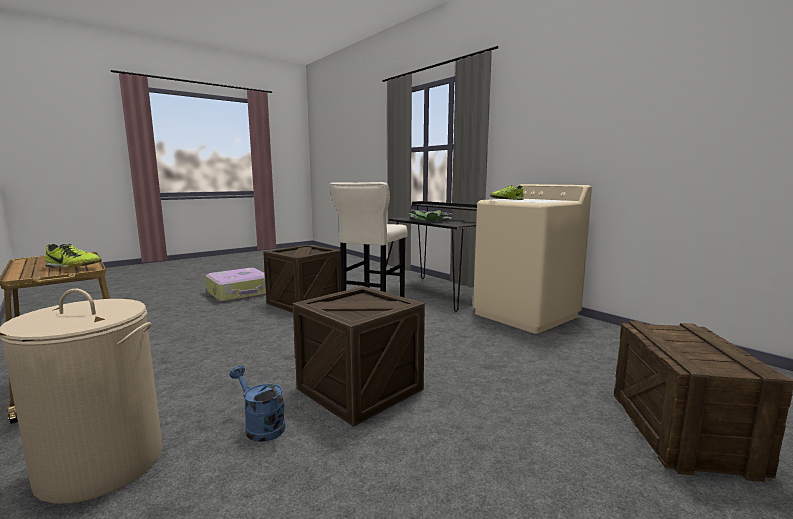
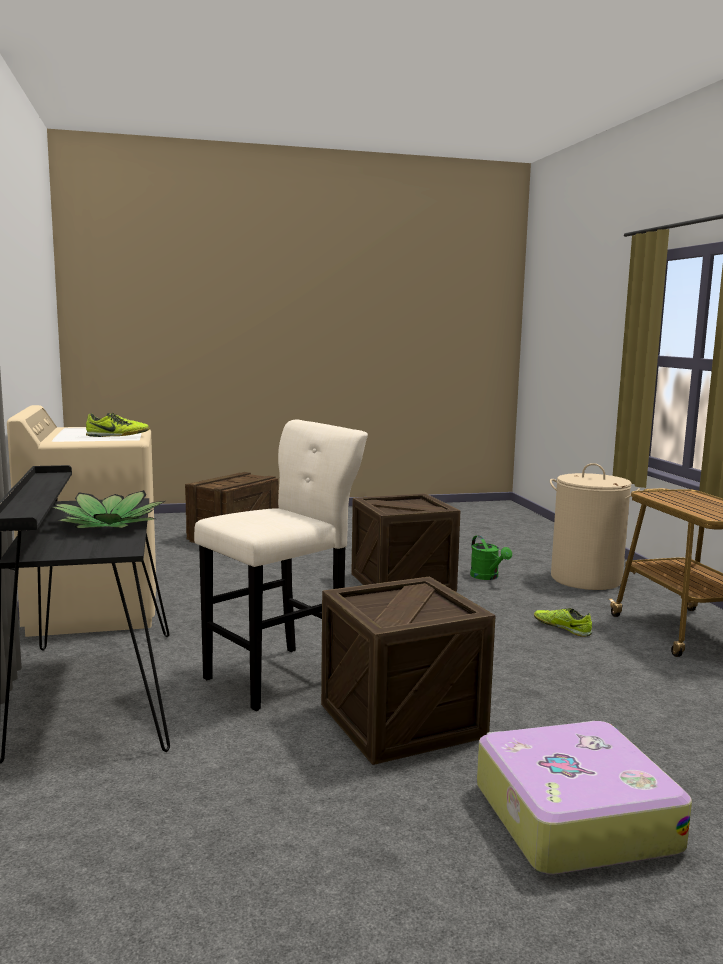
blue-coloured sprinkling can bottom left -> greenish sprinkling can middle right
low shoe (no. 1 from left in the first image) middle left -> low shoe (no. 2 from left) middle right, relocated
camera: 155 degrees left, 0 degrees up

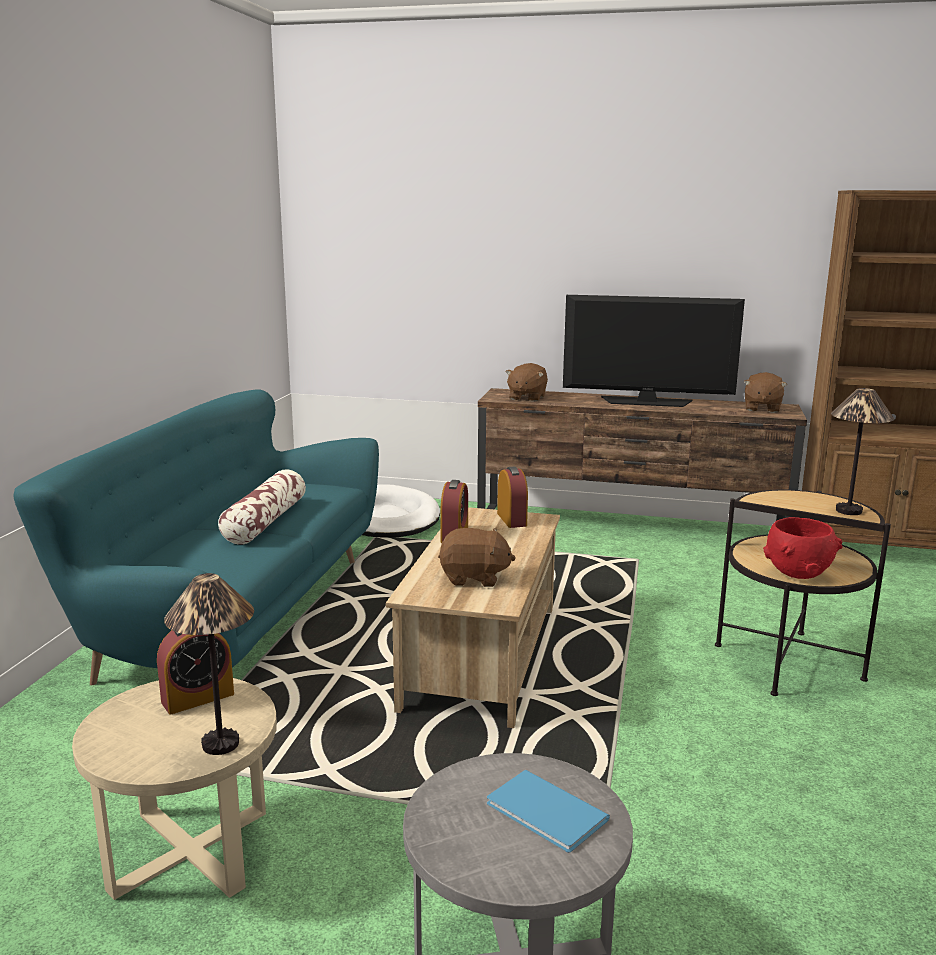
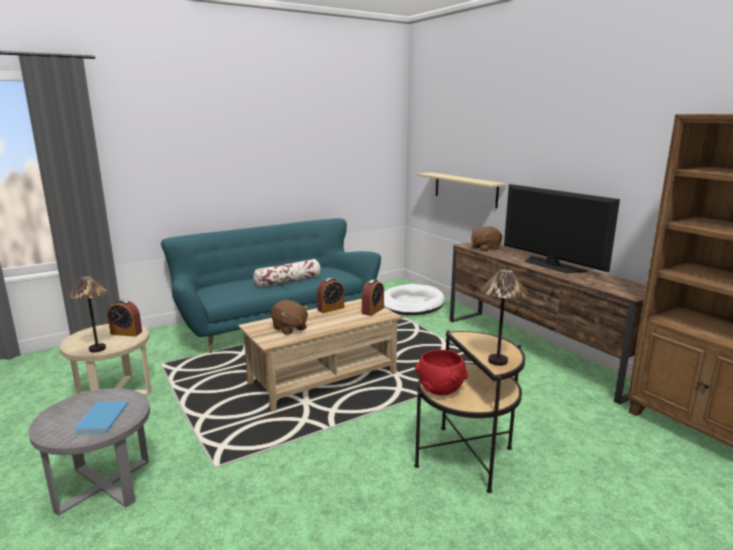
none -> beige-coloured wall shelf centre
brown soft toy (no. 3 from left) middle right -> none
camera: 45 degrees right, 0 degrees up

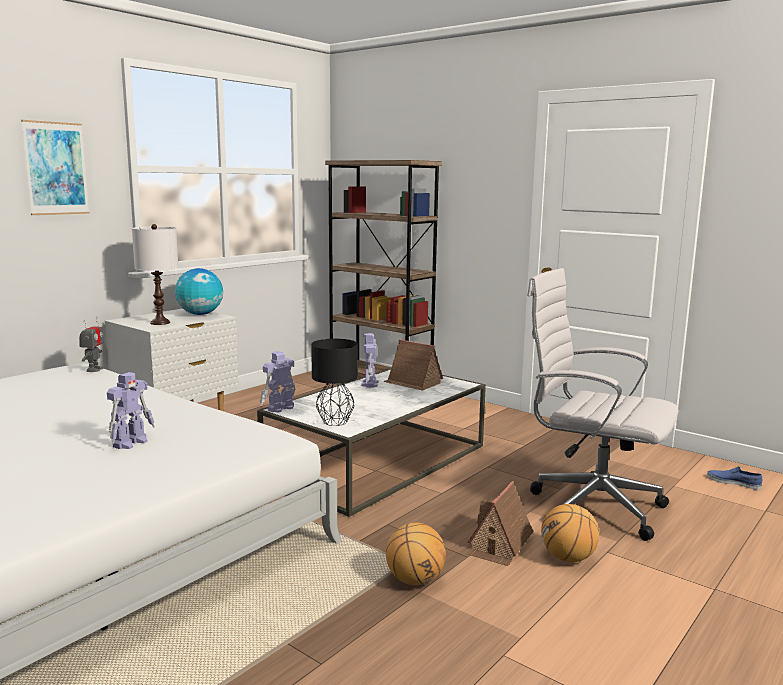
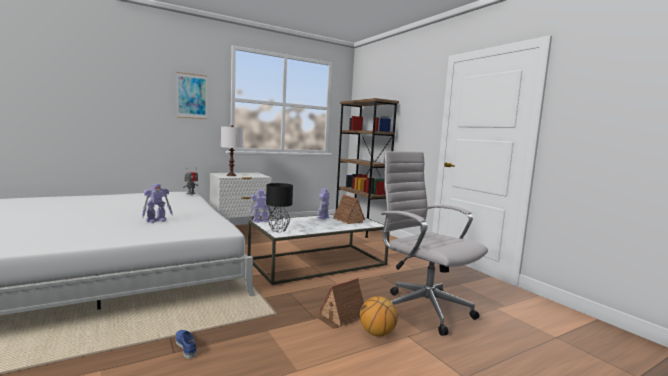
blue-coloured low shoe bottom right -> blue-coloured low shoe bottom left, relocated
desk globe middle left -> none
ball for basketball (no. 1 from left) bottom centre -> none
camera: 20 degrees right, 5 degrees down

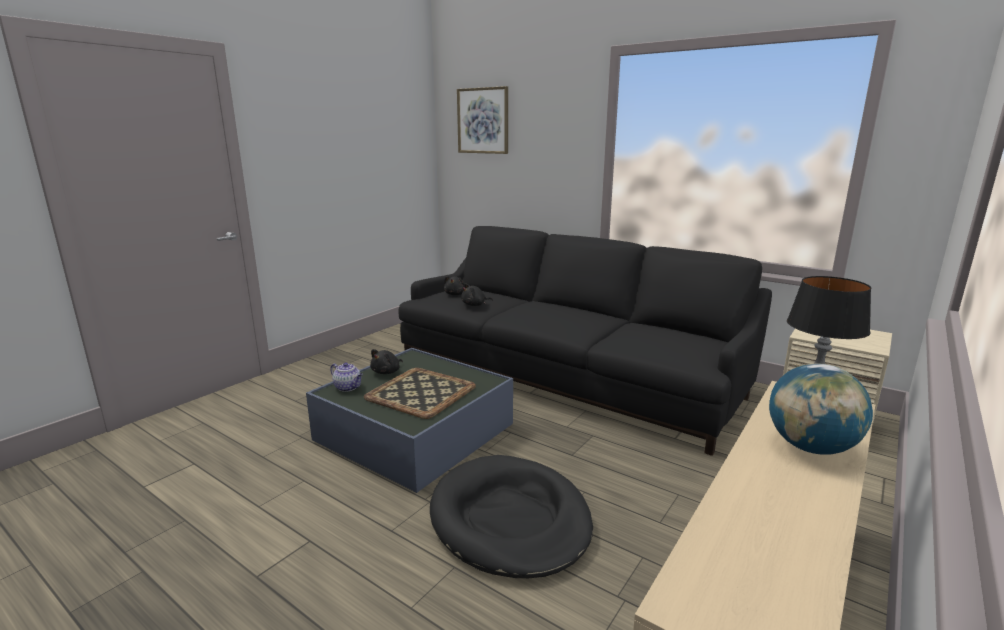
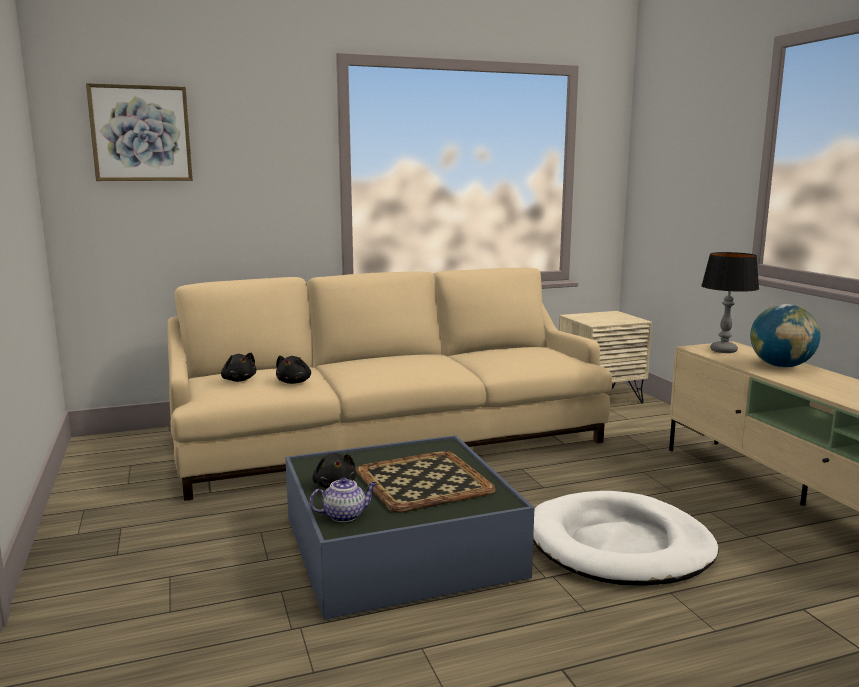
black couch centre -> beige-coloured couch centre
black pet bed bottom centre -> white pet bed bottom right
camera: 55 degrees left, 5 degrees down

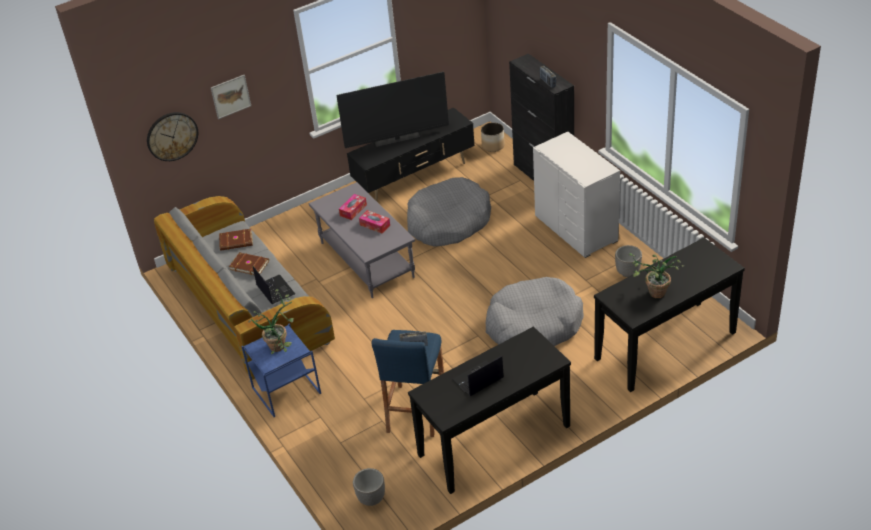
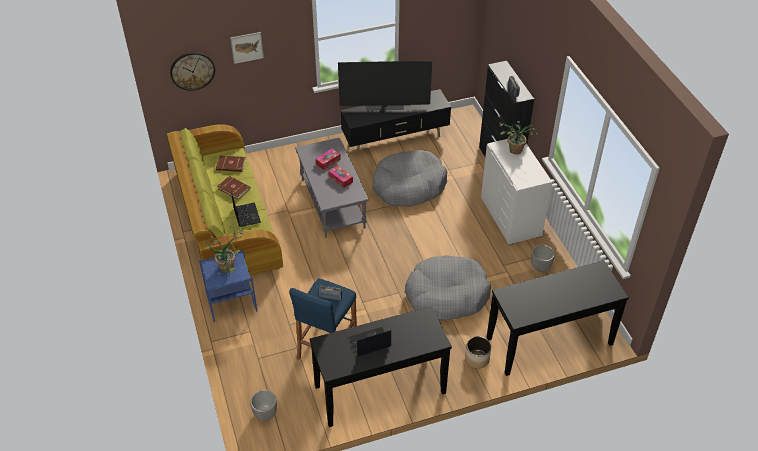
grey couch middle left -> greenish couch middle left
planter (no. 2 from left) top centre -> planter (no. 2 from left) bottom centre, relocated
plant in a pot (no. 2 from left) middle right -> plant in a pot (no. 2 from left) top right, relocated
camera: 10 degrees right, 5 degrees up

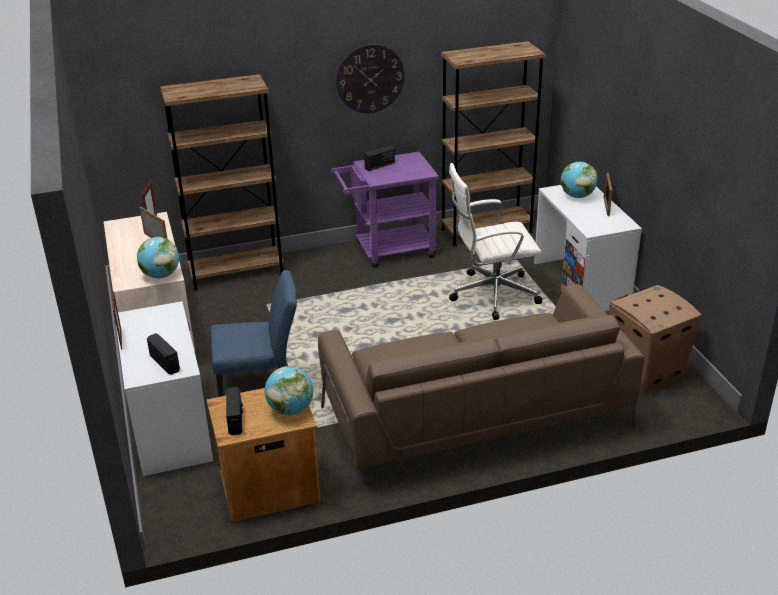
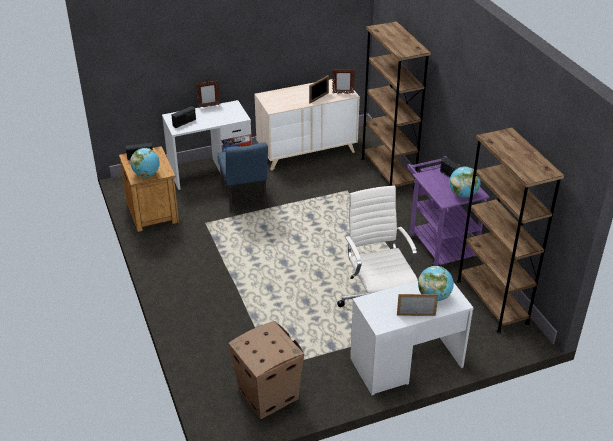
desk globe (no. 1 from left in the first image) middle left -> desk globe (no. 3 from left) middle right, relocated
brown couch centre -> none
wall clock top centre -> none
camera: 85 degrees right, 5 degrees up

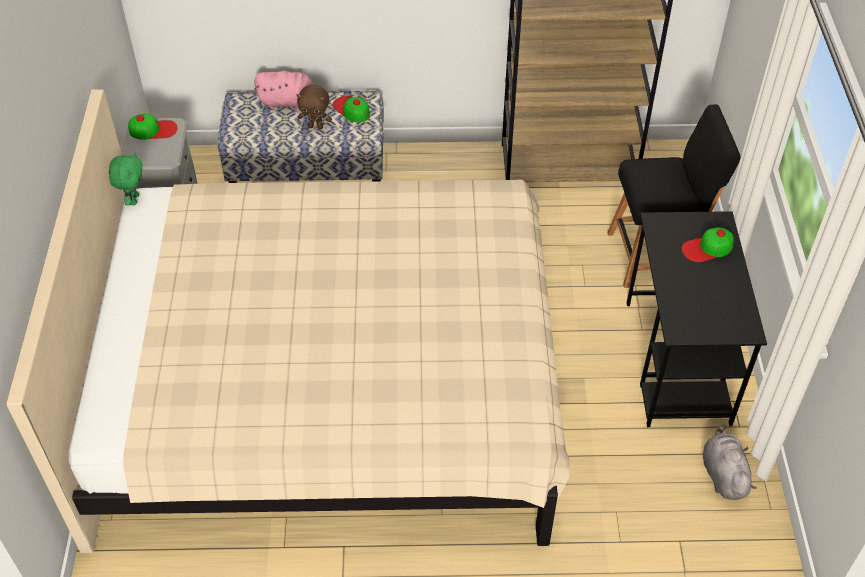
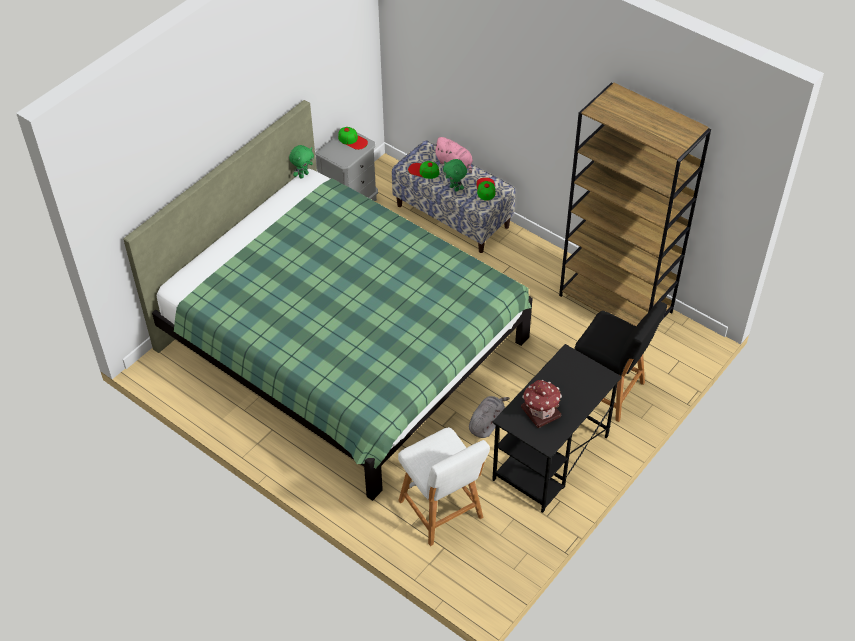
beige-coloured bedroom bed middle left -> greenish bedroom bed centre
none -> white sitting stool bottom centre
baseball cap (no. 3 from left in the first image) middle right -> baseball cap (no. 2 from left) top centre, relocated
brown soft toy top centre -> greenish soft toy (no. 2 from left) top centre
grey soft toy bottom right -> grey soft toy centre, relocated
none -> toy house centre
camera: 40 degrees right, 0 degrees up

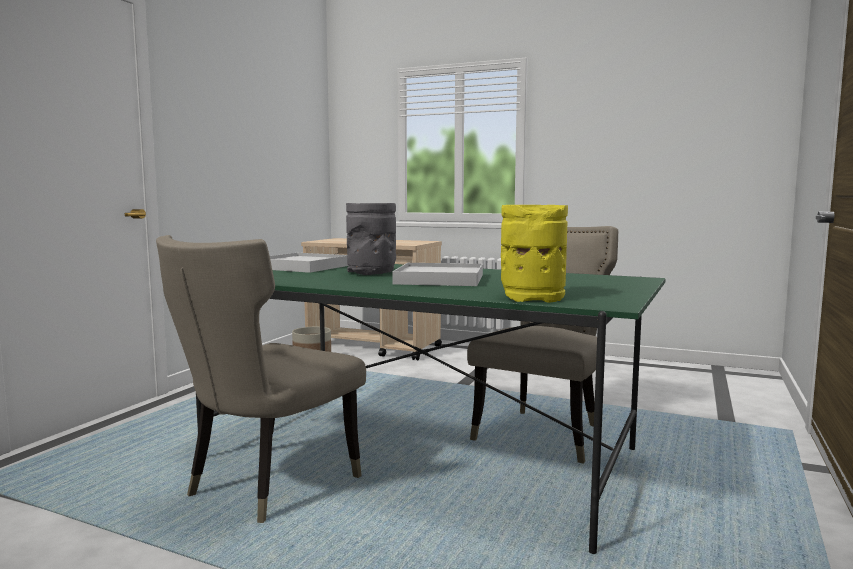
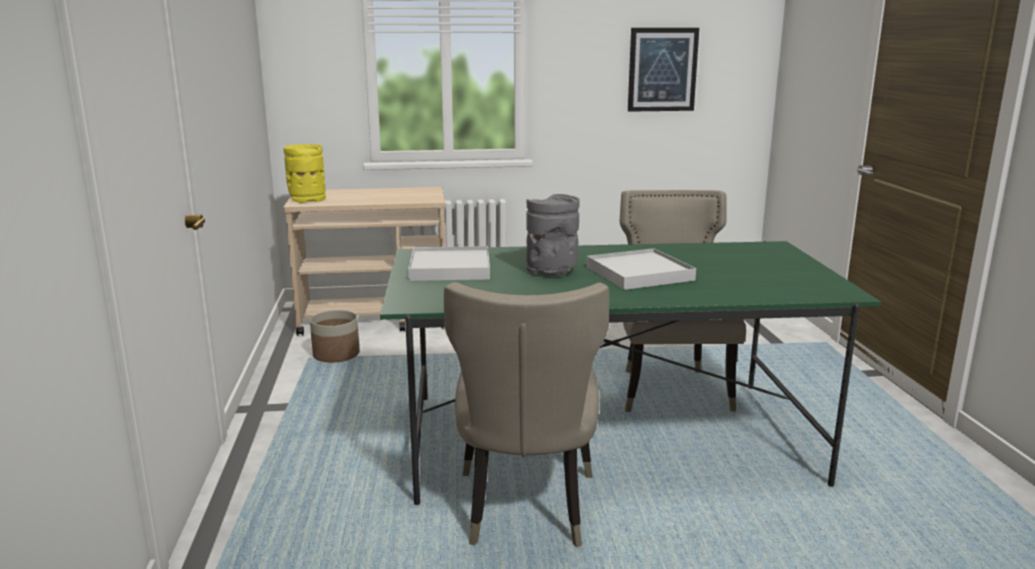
yellowish vase centre -> yellowish vase top left, relocated
none -> picture top centre
camera: 30 degrees left, 10 degrees up

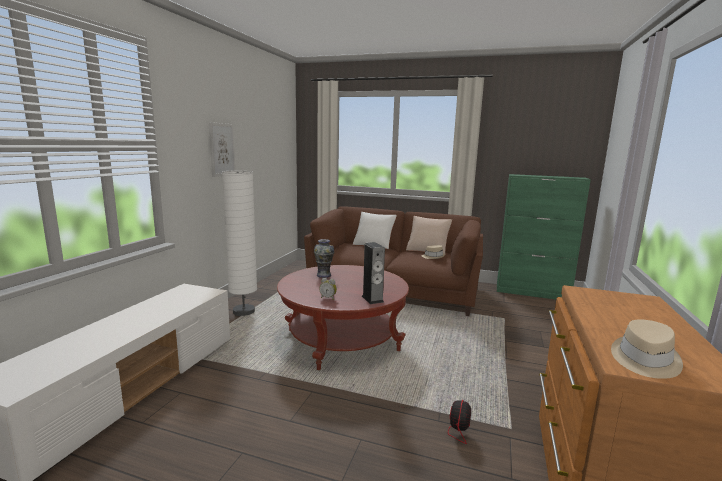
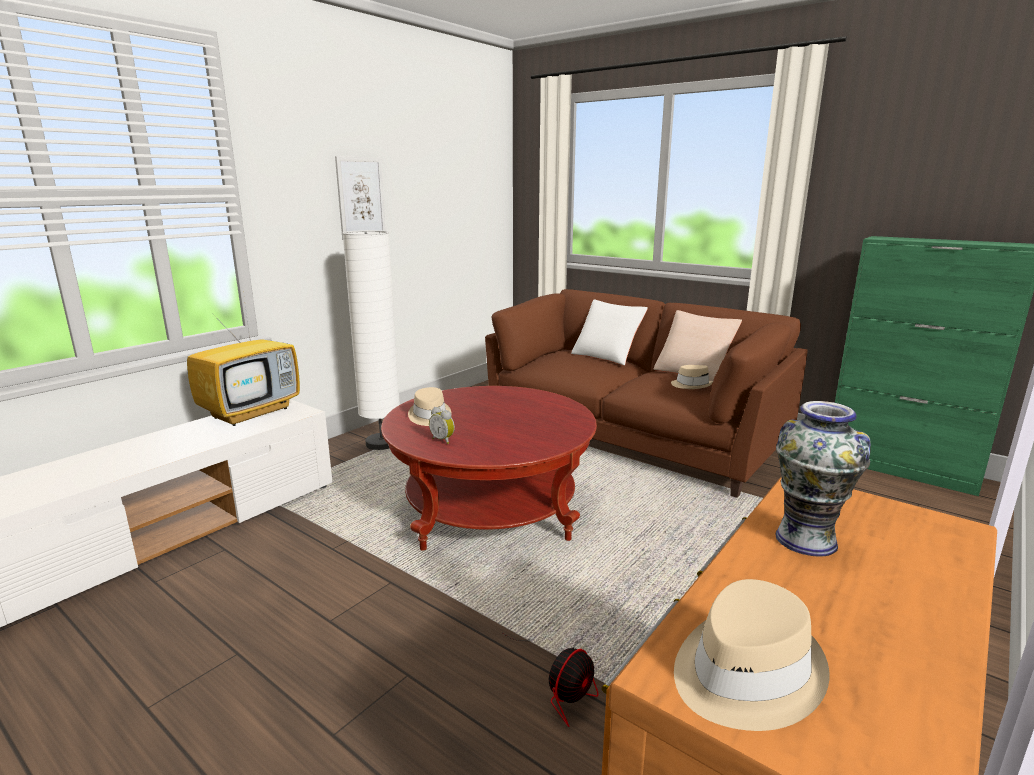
none -> TV set middle left
none -> beige-coloured wearable hat (no. 1 from left) centre
vase centre -> vase middle right, relocated
loudspeaker centre -> none
camera: 20 degrees right, 5 degrees up

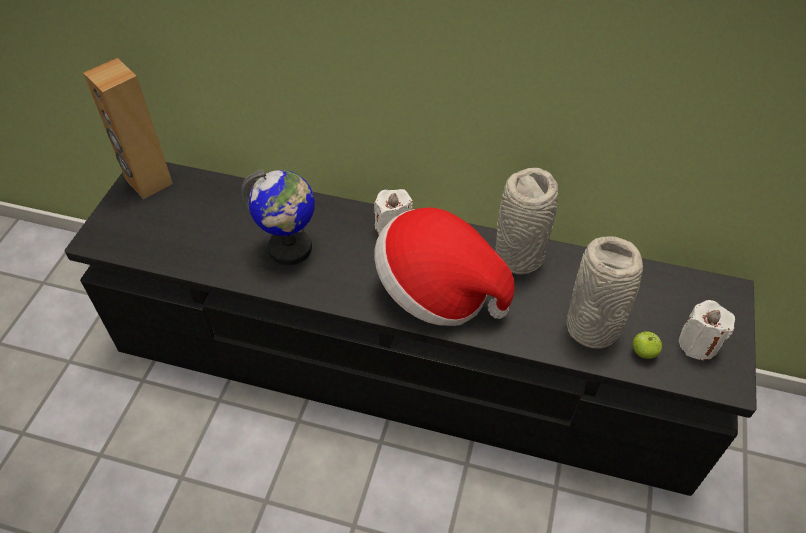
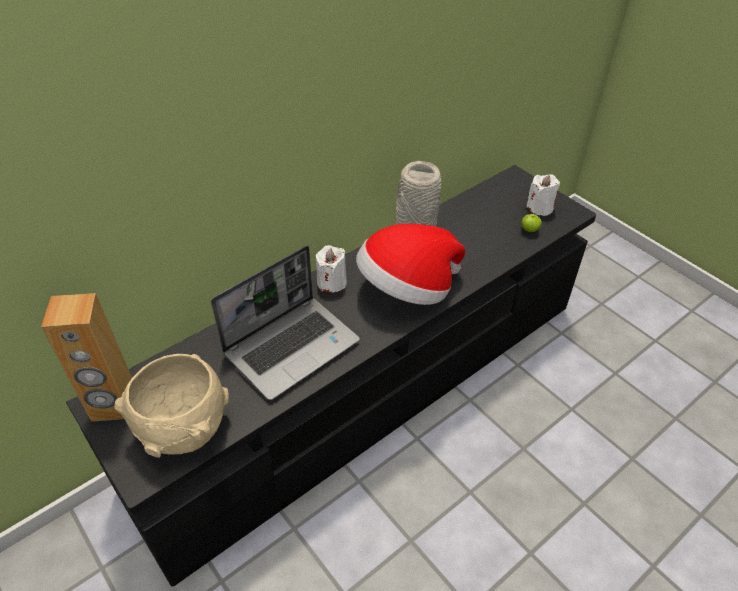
none -> beige-coloured bowl bottom left
desk globe centre -> portable computer centre
grey vase (no. 2 from left) middle right -> none
camera: 55 degrees left, 5 degrees down

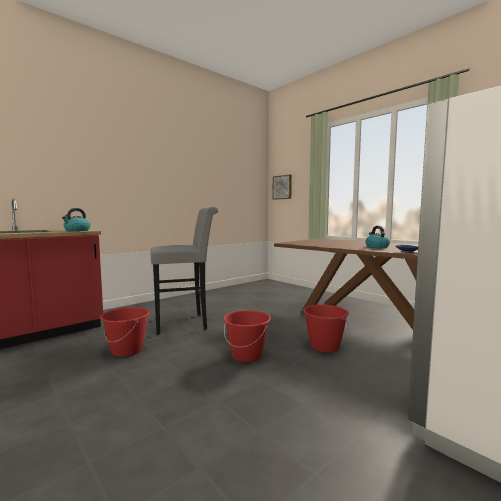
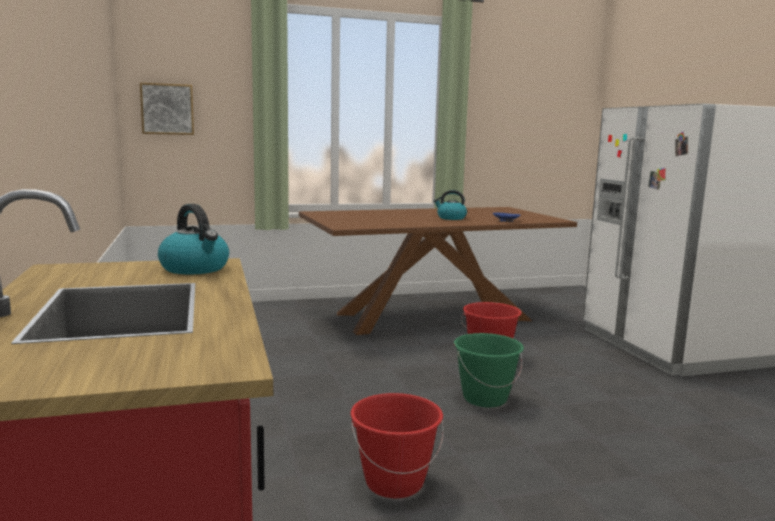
red water bucket (no. 2 from left) bottom centre -> greenish water bucket bottom centre
grey sitting stool centre -> none
camera: 65 degrees left, 5 degrees up

